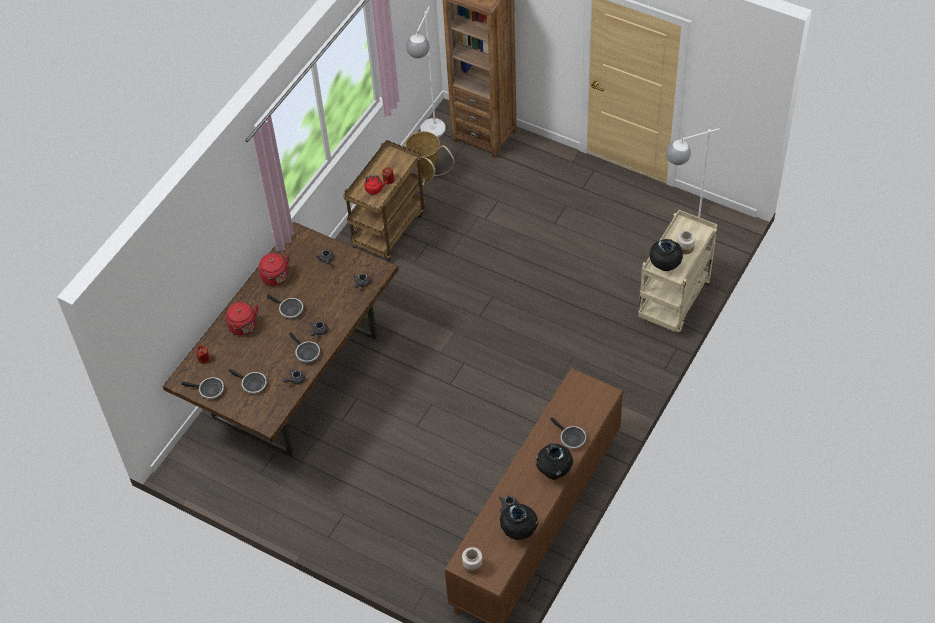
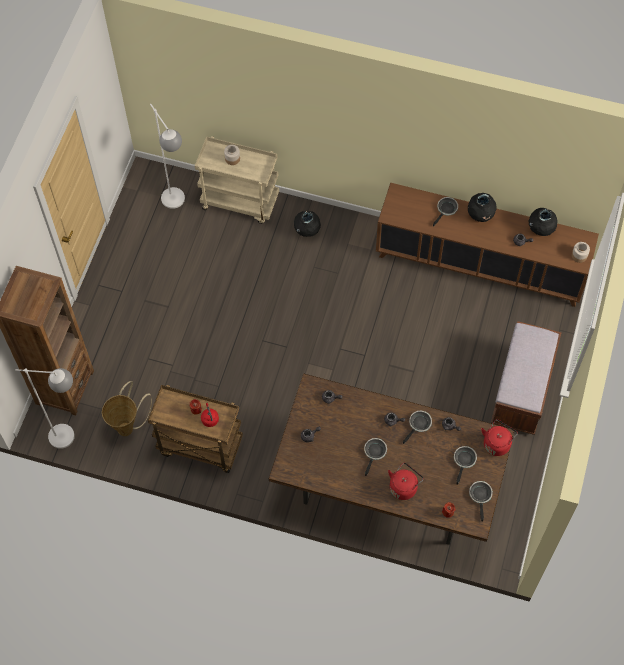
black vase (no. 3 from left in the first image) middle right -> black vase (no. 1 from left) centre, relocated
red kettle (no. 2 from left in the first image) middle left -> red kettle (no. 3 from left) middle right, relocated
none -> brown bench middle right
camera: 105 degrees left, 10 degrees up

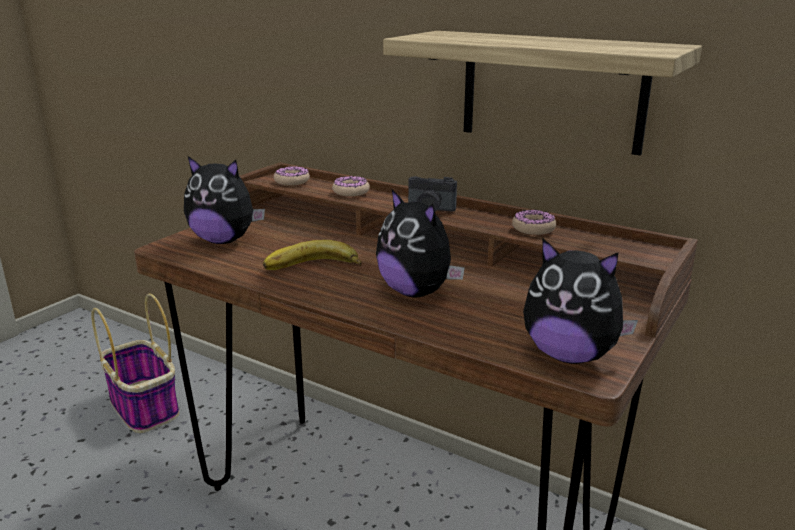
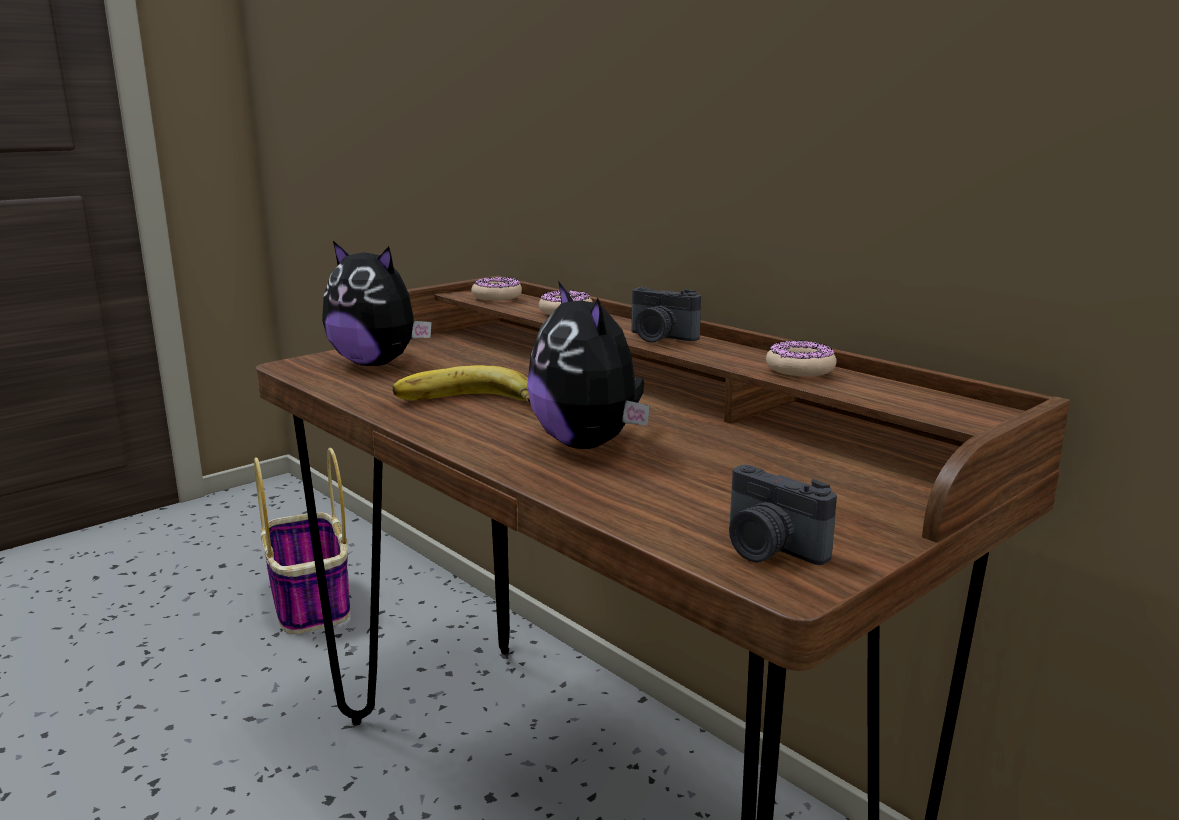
soft toy (no. 3 from left) middle right -> photo camera (no. 2 from left) centre
wall shelf top right -> none
camera: 15 degrees right, 5 degrees down

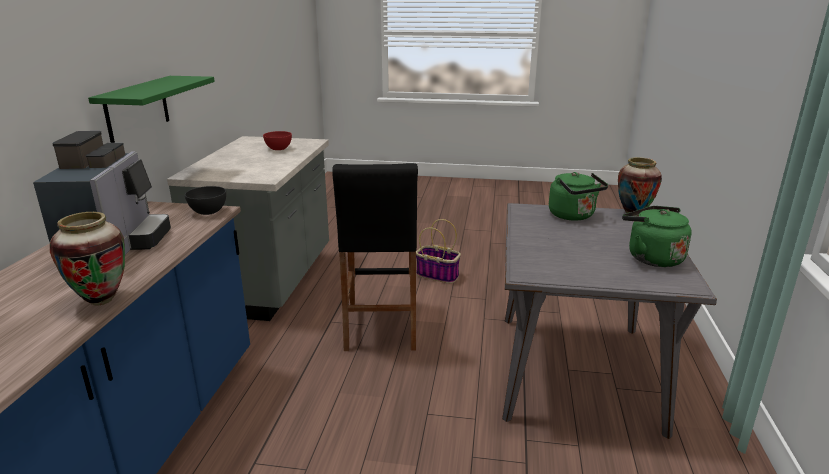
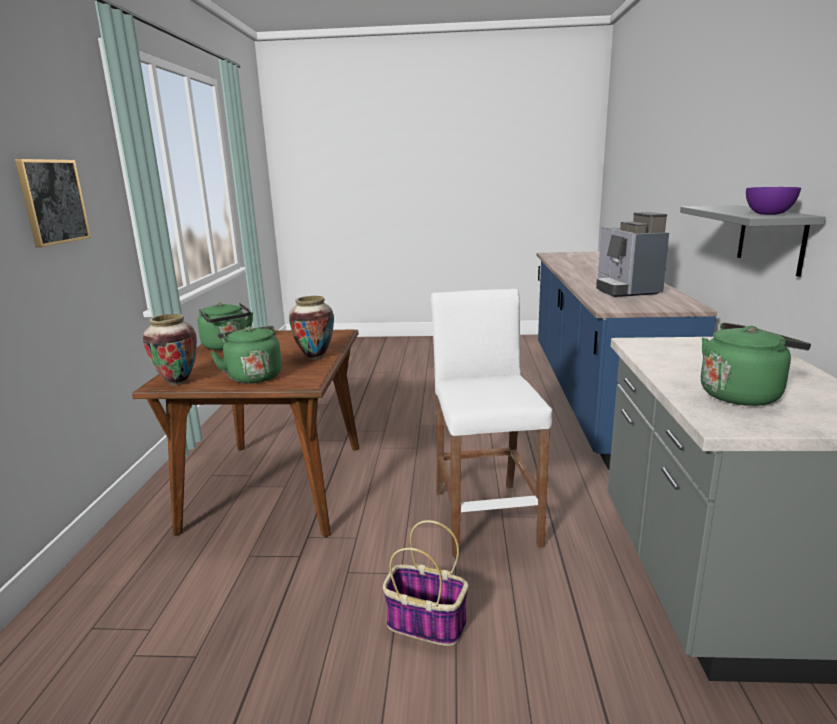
none -> picture top left
grey dining table bottom right -> brown dining table middle left
vase (no. 1 from left in the first image) middle left -> vase (no. 2 from left) centre, relocated
black sitting stool centre -> white sitting stool centre
greenish wall shelf top left -> grey wall shelf top right
red bowl top centre -> greenish kettle (no. 3 from left) middle right
none -> purple bowl top right
grey bowl middle left -> none
camera: 175 degrees right, 5 degrees down

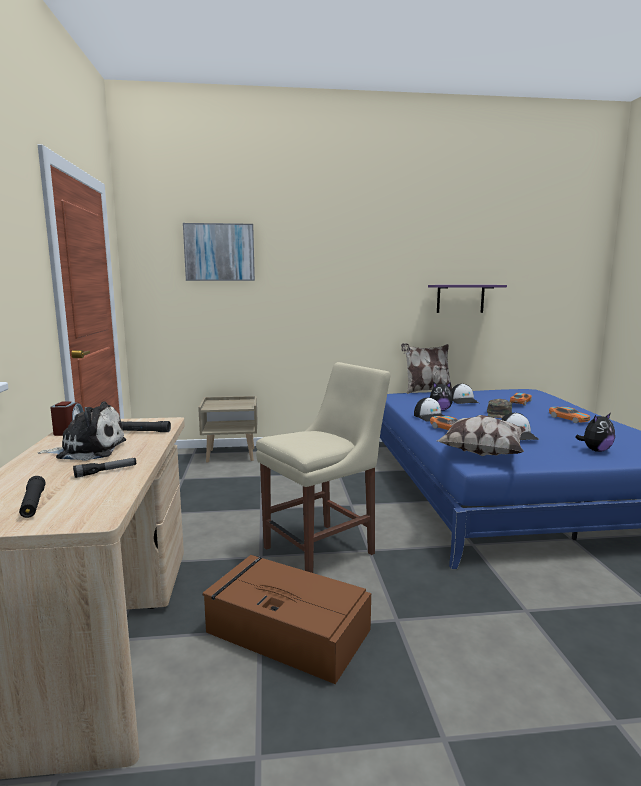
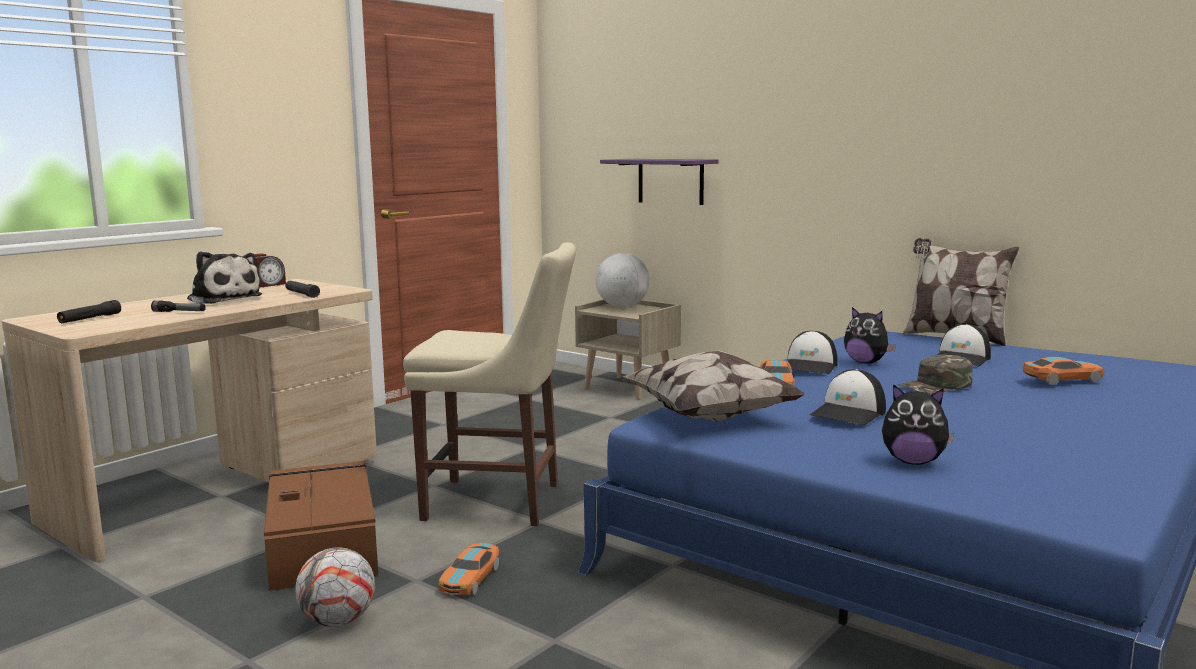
none -> football bottom left
toy car (no. 3 from left in the first image) middle right -> toy car (no. 1 from left) bottom centre, relocated
none -> desk globe centre
purple wall shelf middle right -> purple wall shelf top centre, relocated
picture top centre -> none
camera: 45 degrees right, 0 degrees up

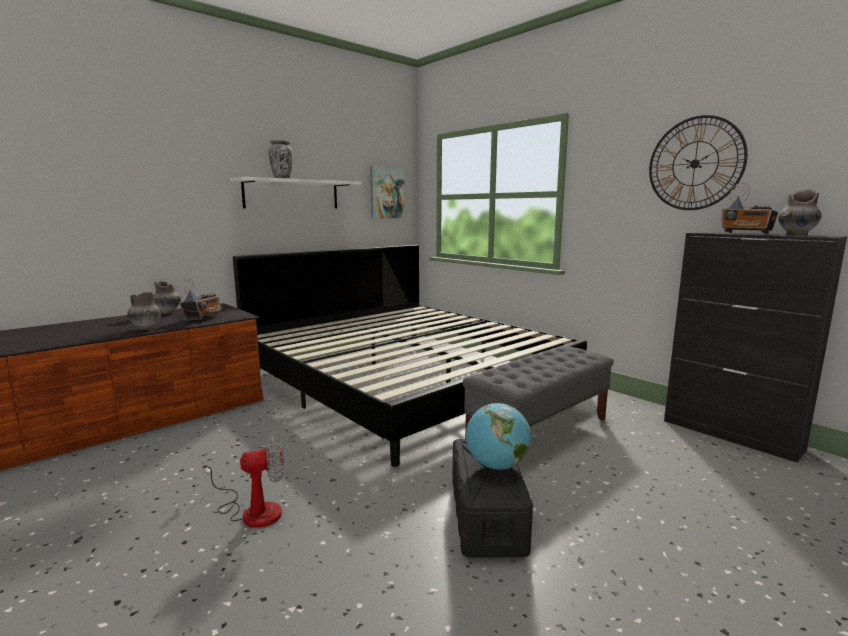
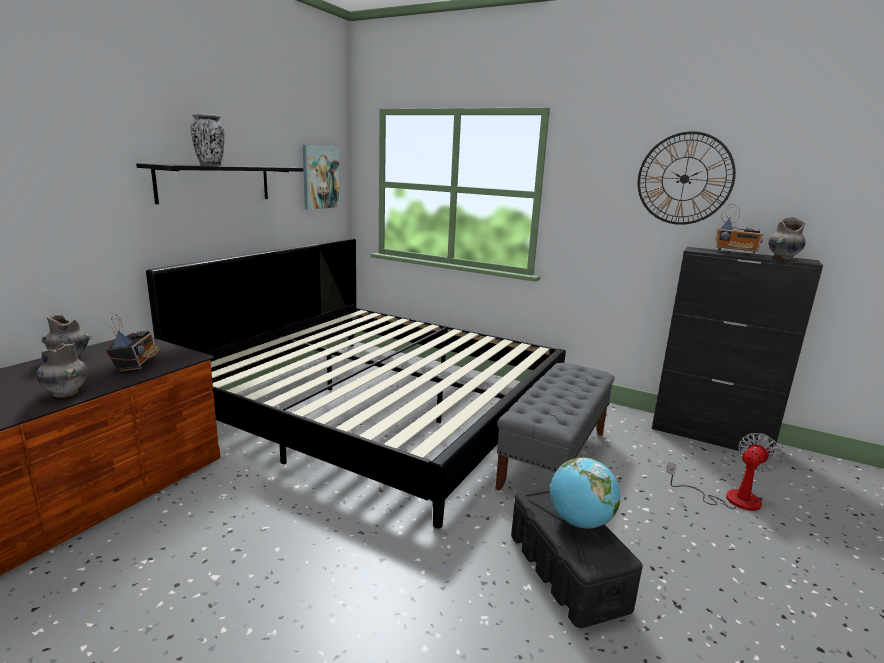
white wall shelf top centre -> black wall shelf top left
fan bottom left -> fan bottom right, relocated
camera: 20 degrees left, 5 degrees up

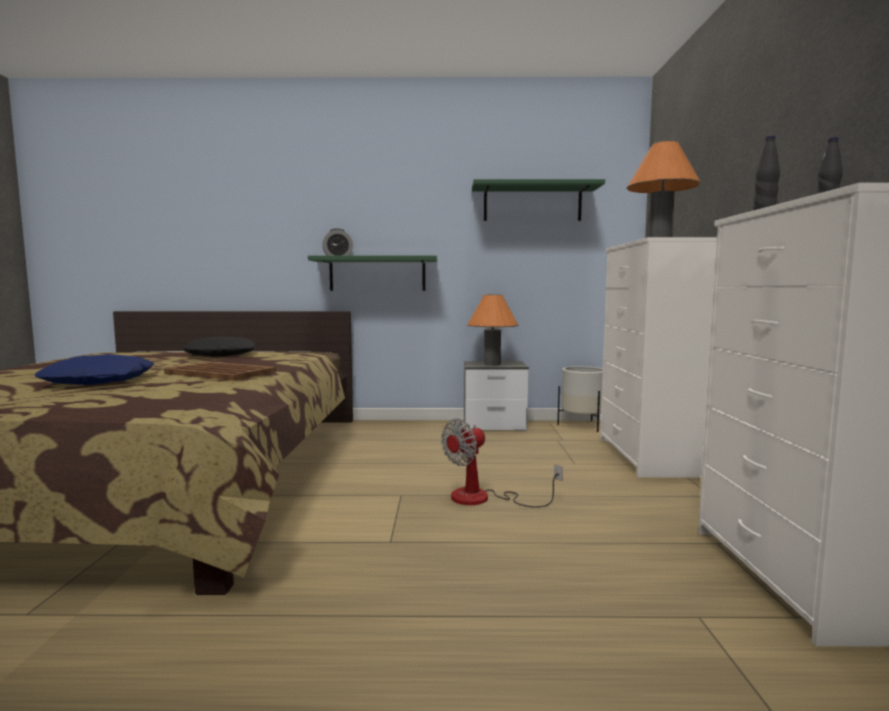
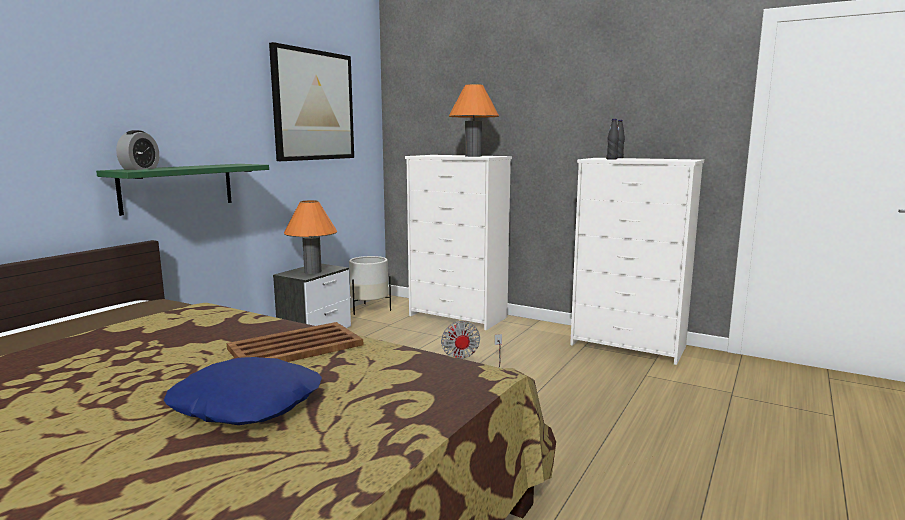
greenish wall shelf (no. 2 from left) top centre -> picture top centre
black throw pillow middle left -> none
camera: 60 degrees left, 5 degrees up

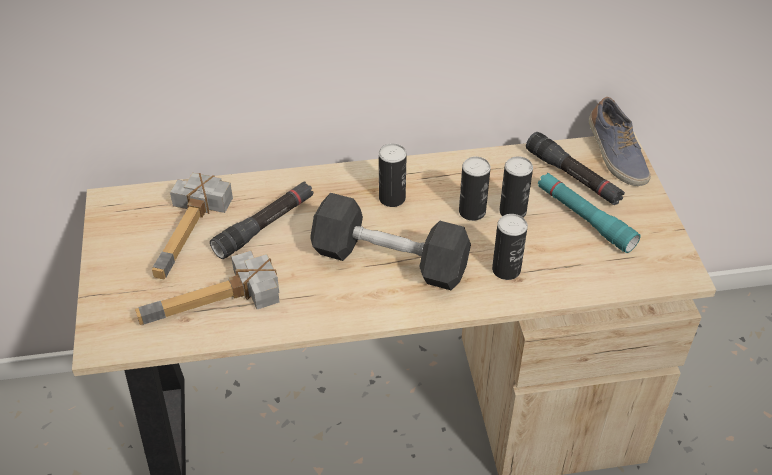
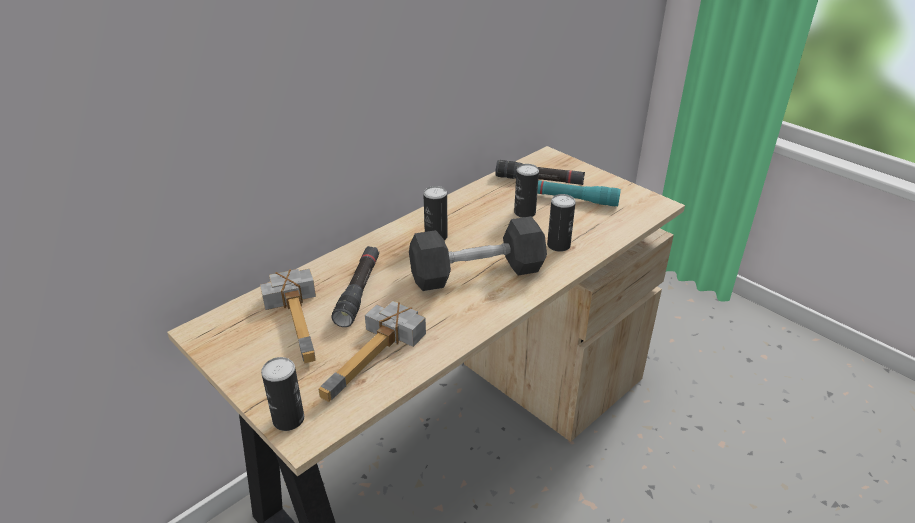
metal can (no. 2 from left in the first image) centre -> metal can (no. 1 from left) bottom left, relocated
low shoe top right -> none
camera: 35 degrees left, 10 degrees down

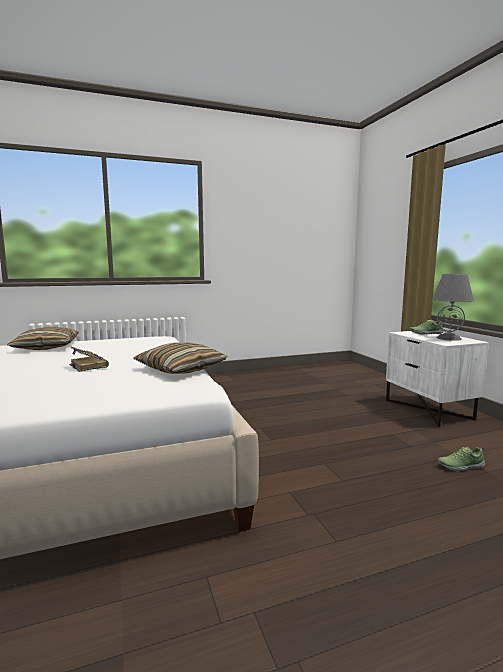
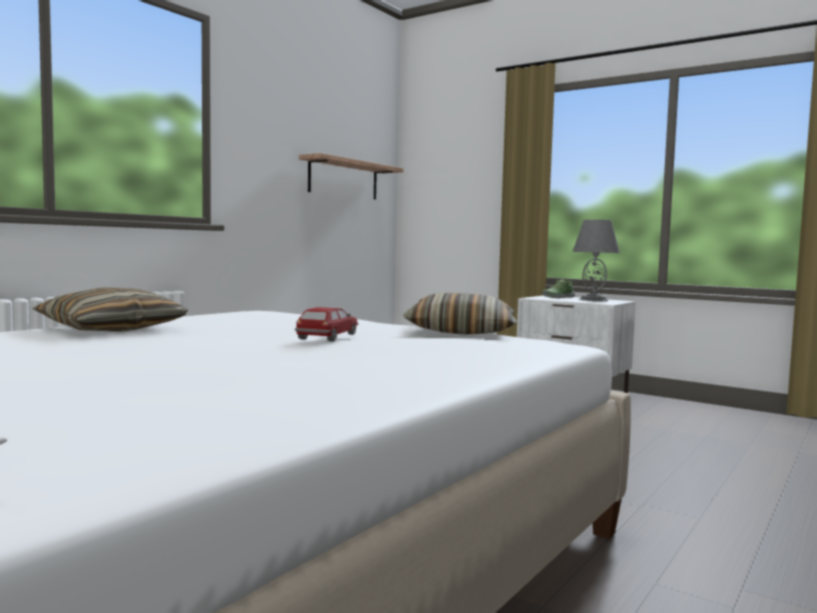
book middle left -> toy car centre
none -> wall shelf top centre
low shoe (no. 2 from left) bottom right -> none
camera: 35 degrees left, 5 degrees down

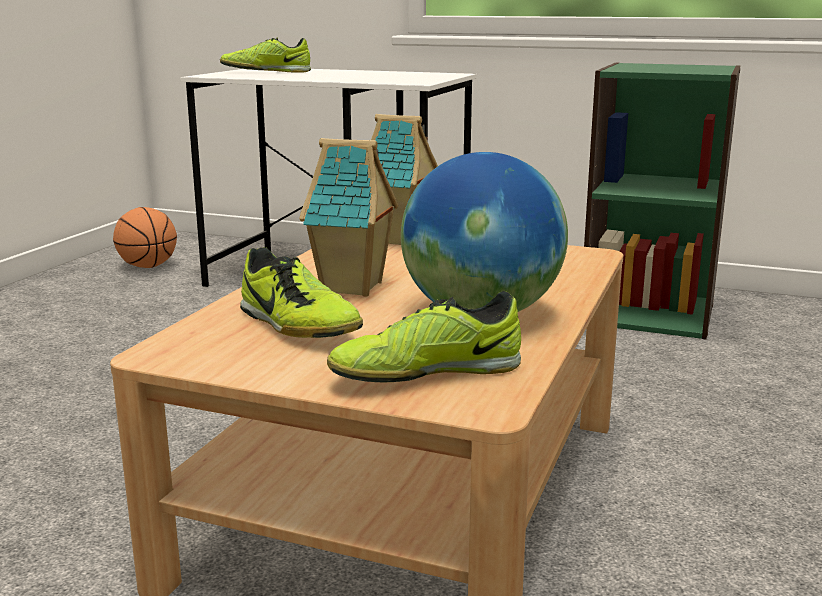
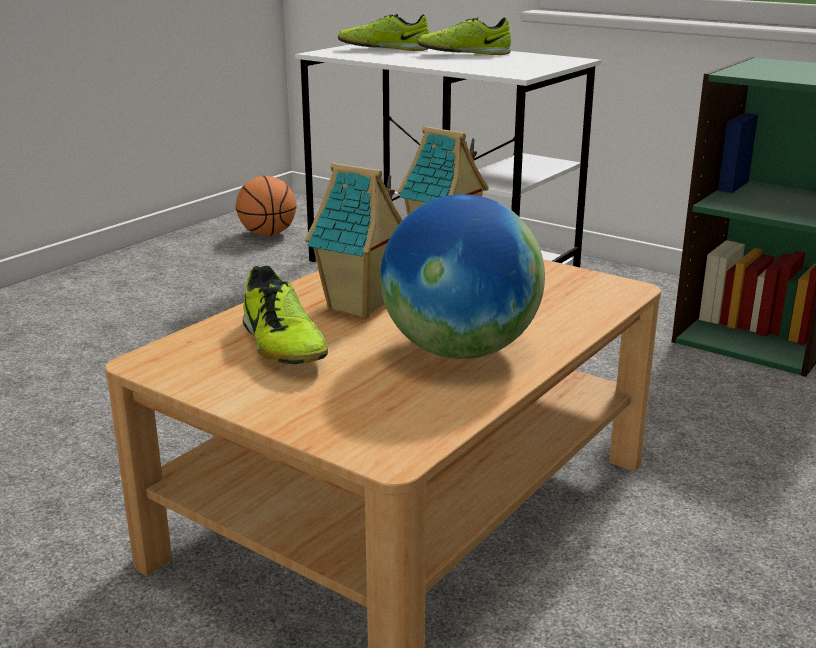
low shoe (no. 3 from left) centre -> low shoe (no. 3 from left) top centre, relocated
camera: 15 degrees right, 5 degrees up

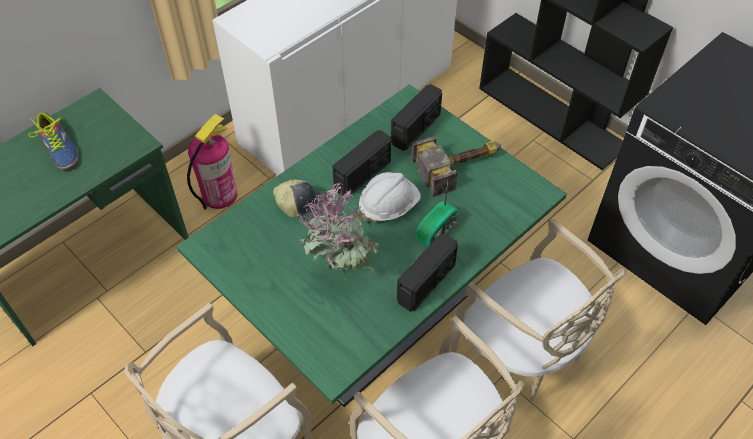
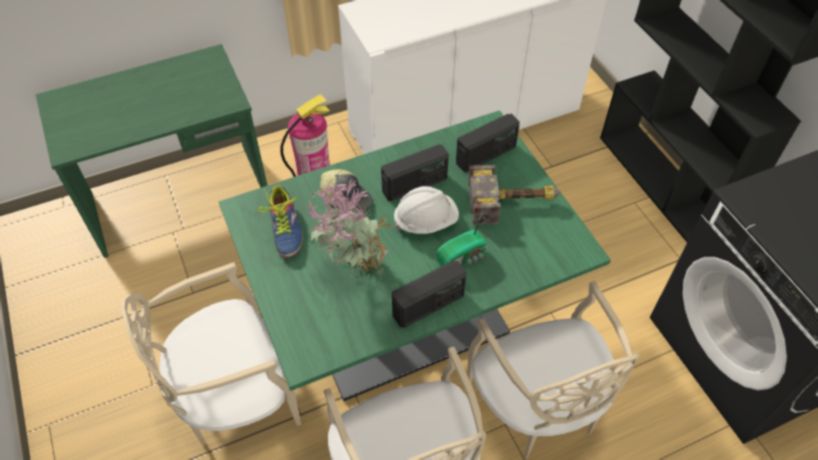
low shoe top left -> low shoe centre, relocated
camera: 20 degrees right, 0 degrees up

